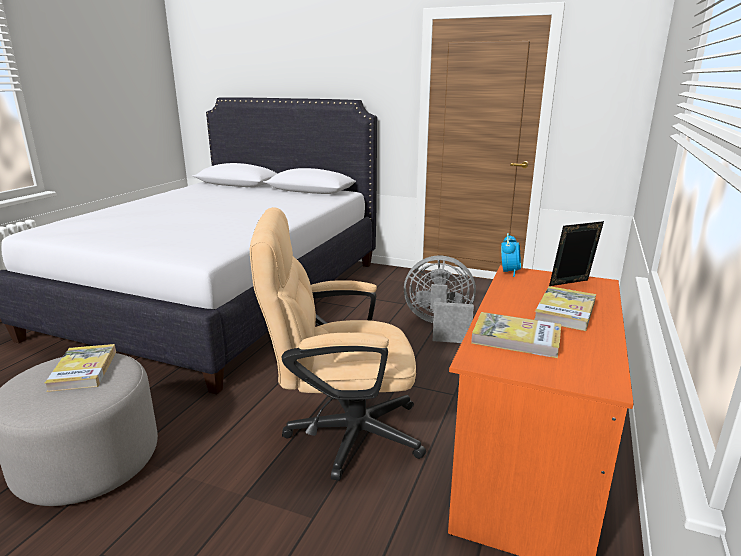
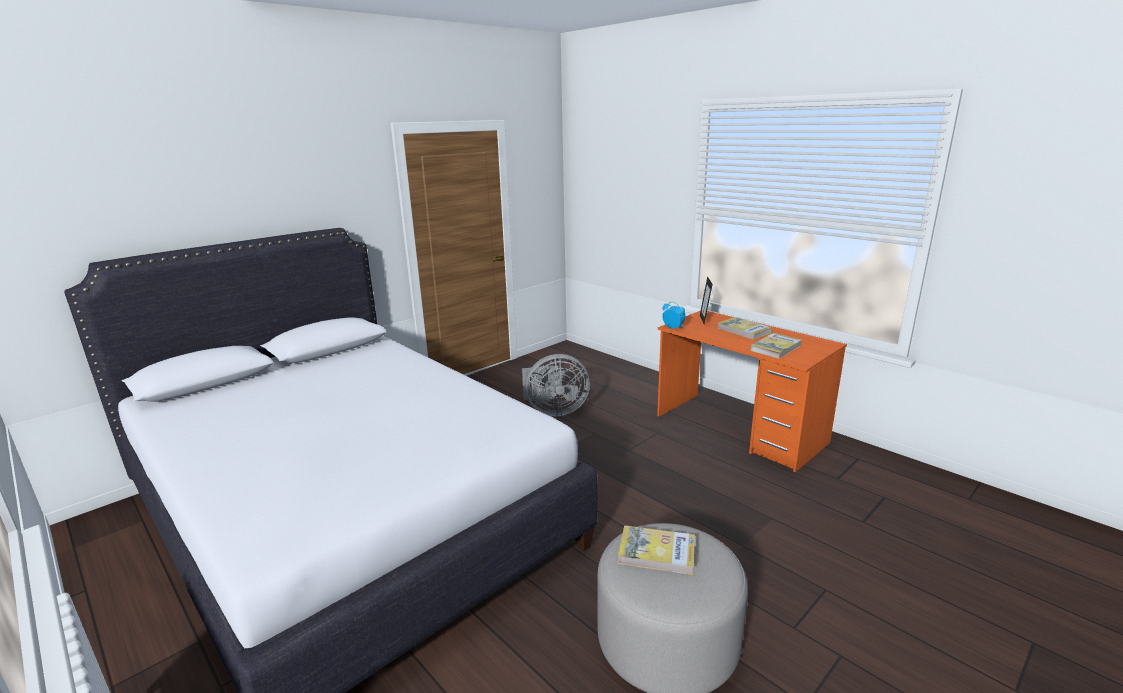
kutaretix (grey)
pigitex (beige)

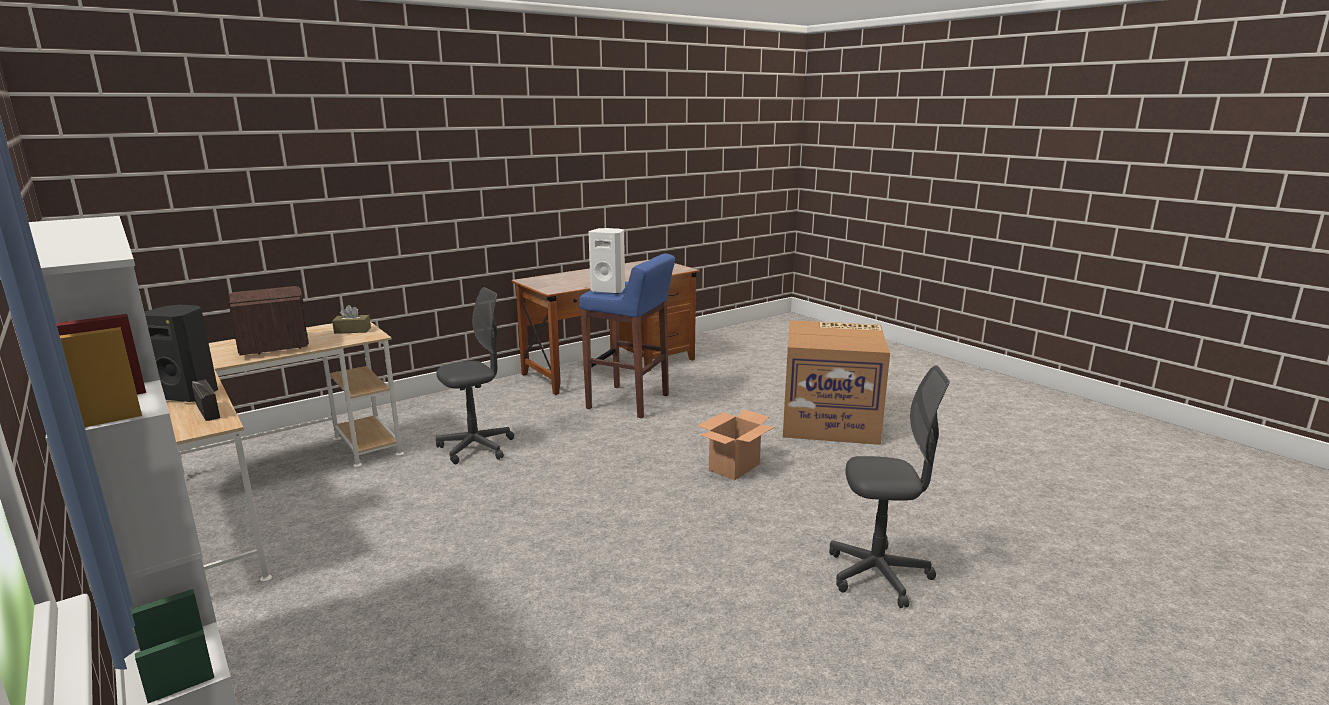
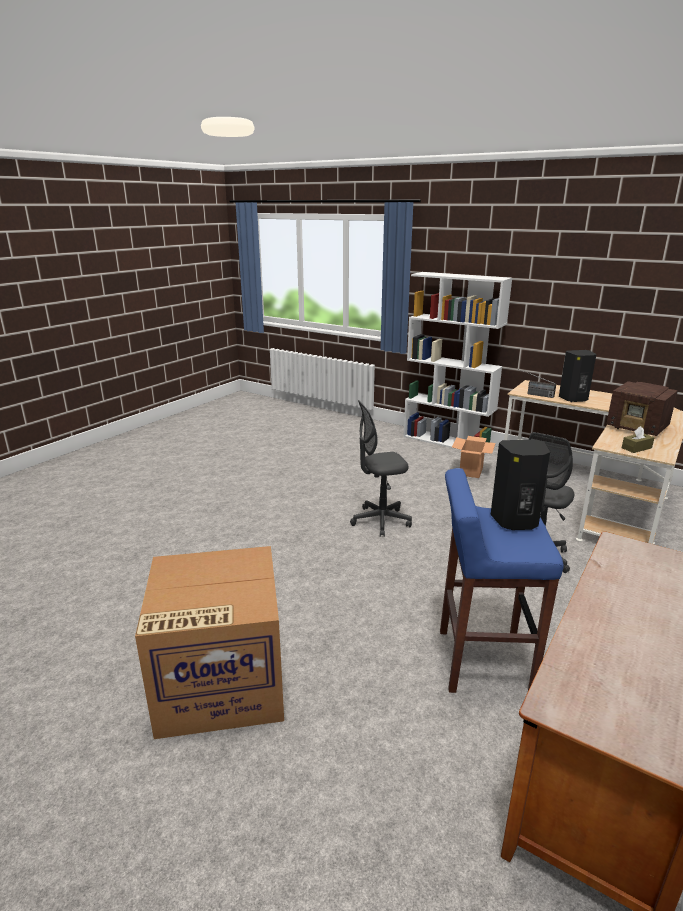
pigitex (grey) (1st from left)
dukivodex (2nd from left)
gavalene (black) (1st from left)

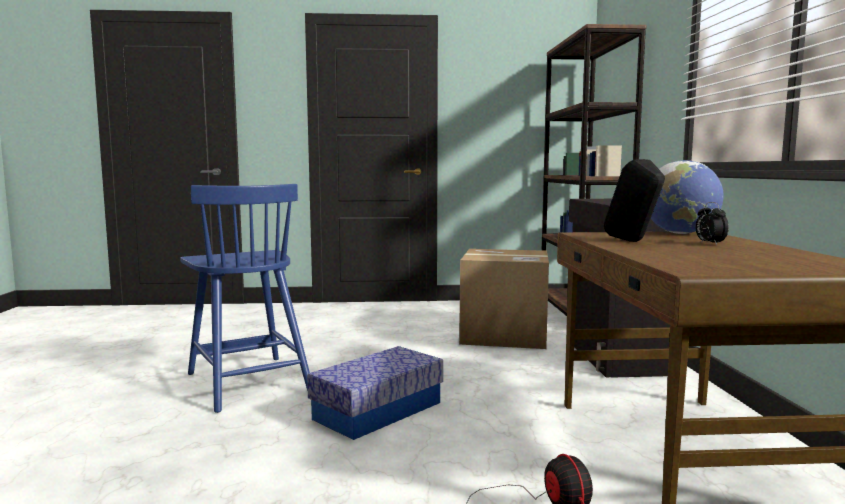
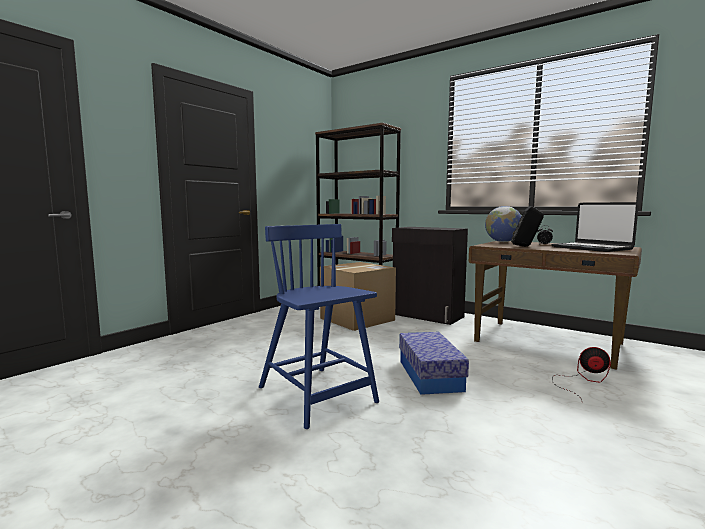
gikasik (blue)
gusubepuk

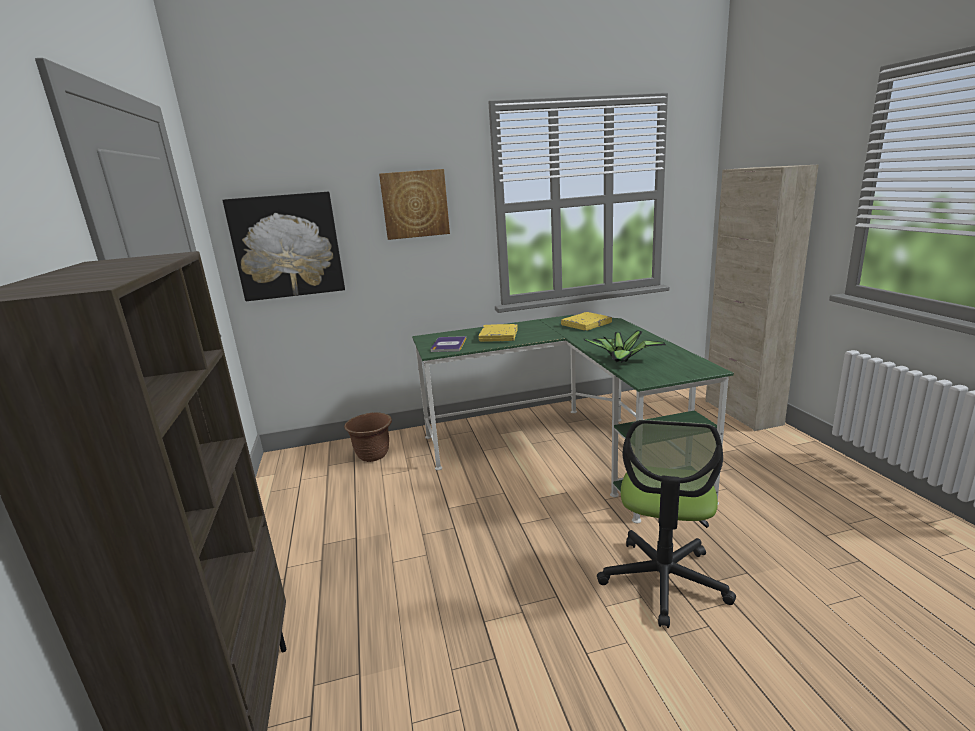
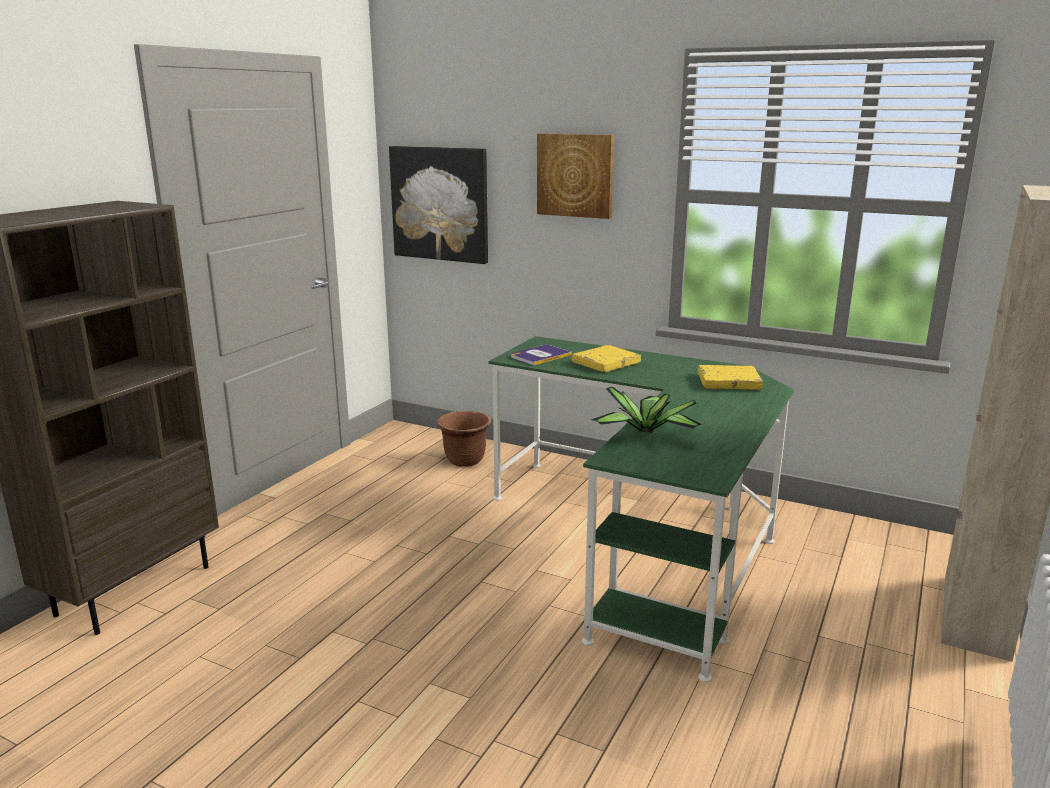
pigitex

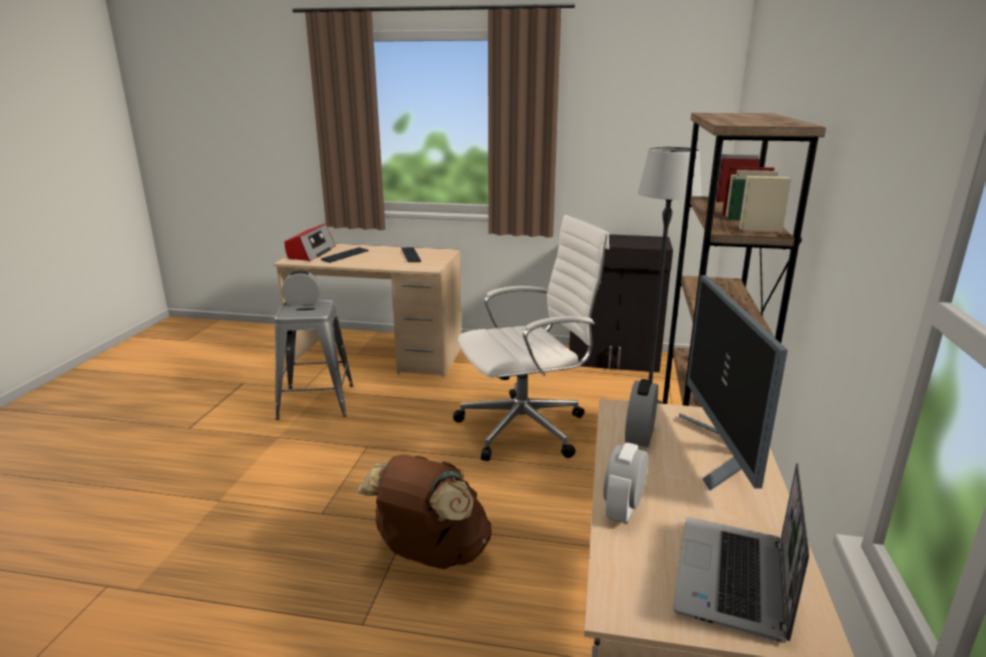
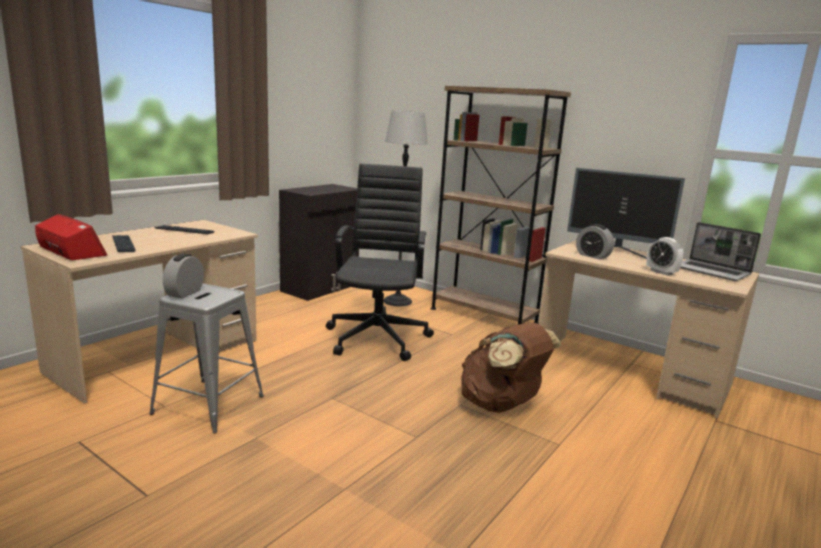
pigitex (black)

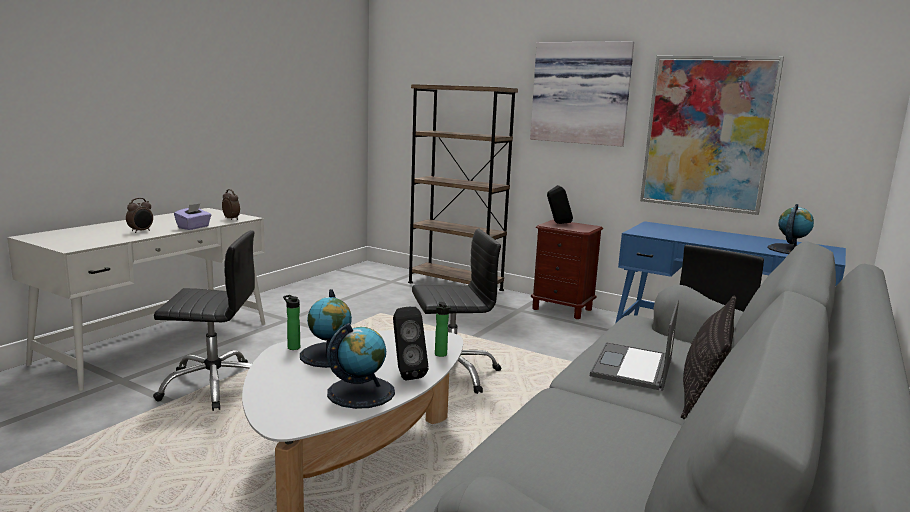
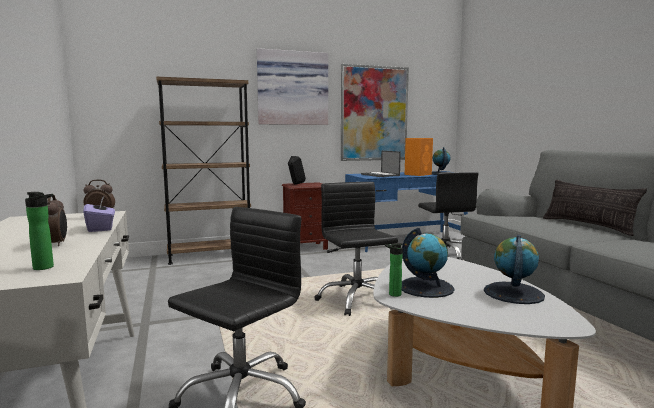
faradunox (1st from left)
pigitex (black) (2nd from left)
gusubepuk
gavalene (orange)
gavalene (black) (1st from left in the first image)

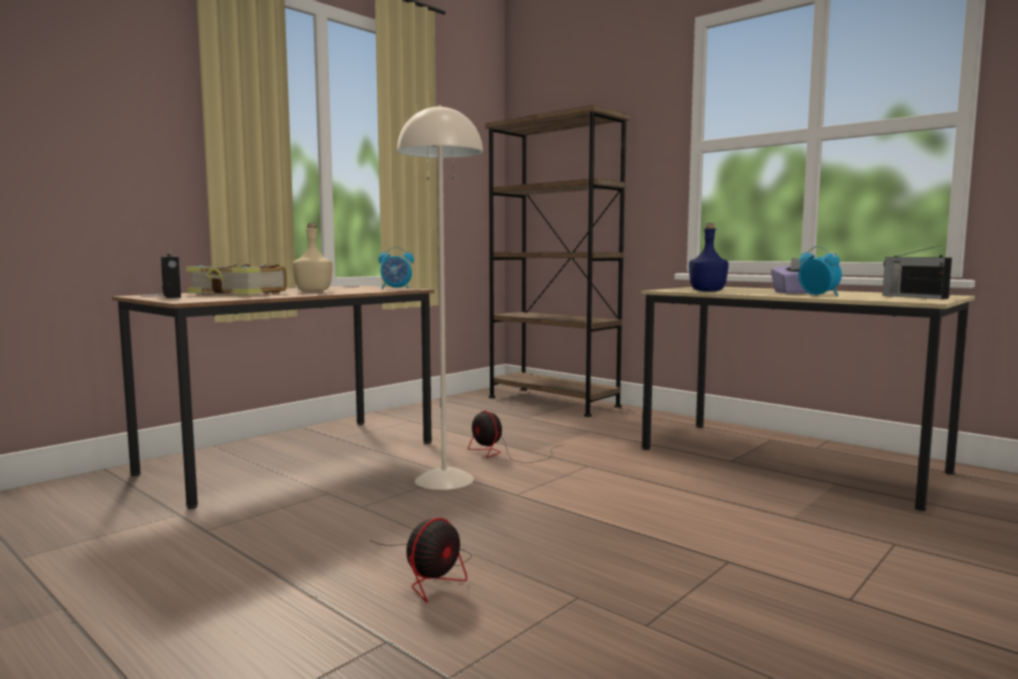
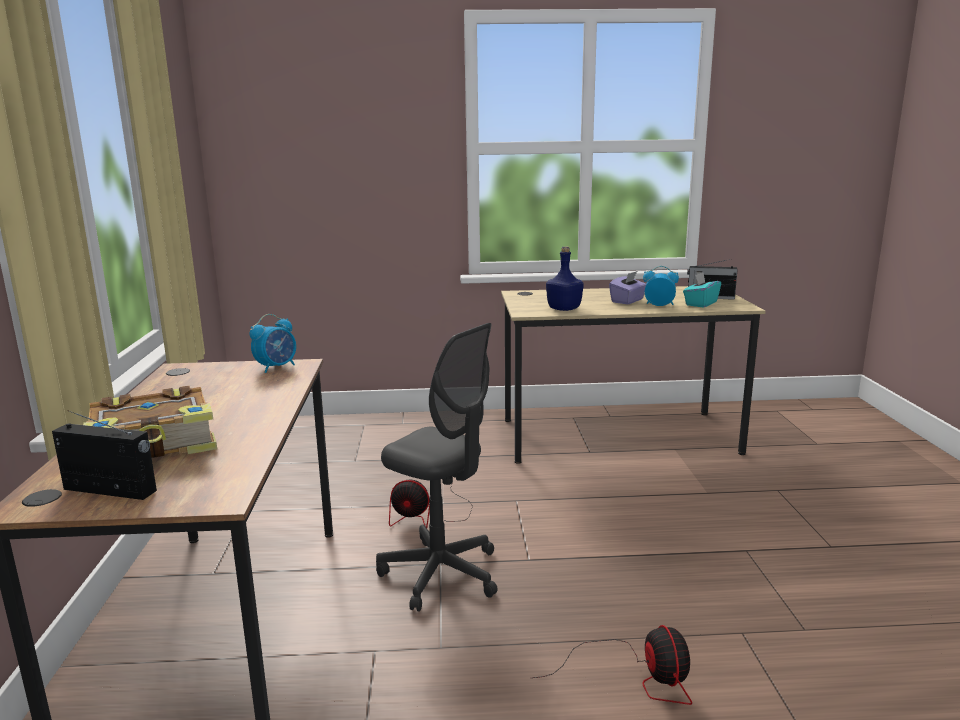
pigitex (grey)
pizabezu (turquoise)
faradunox (beige)
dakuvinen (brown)

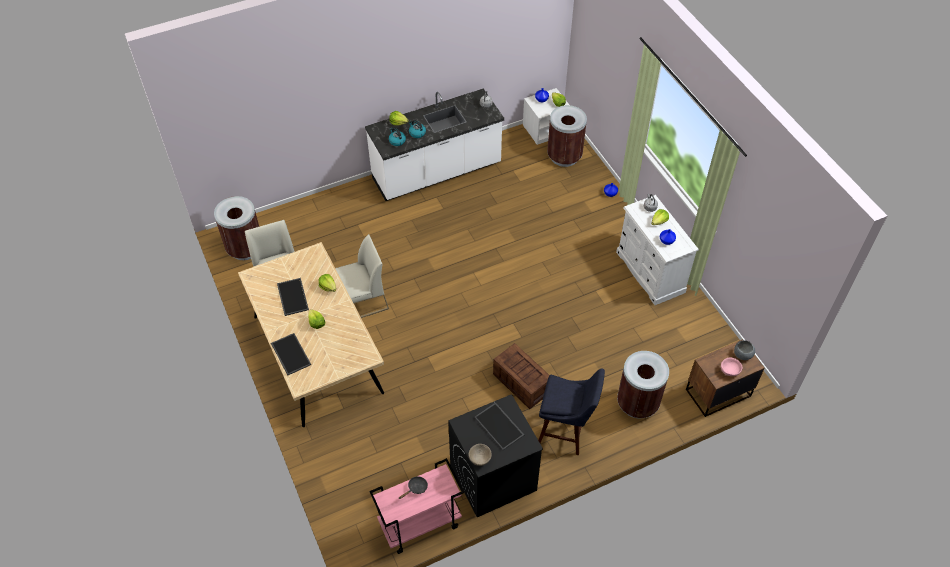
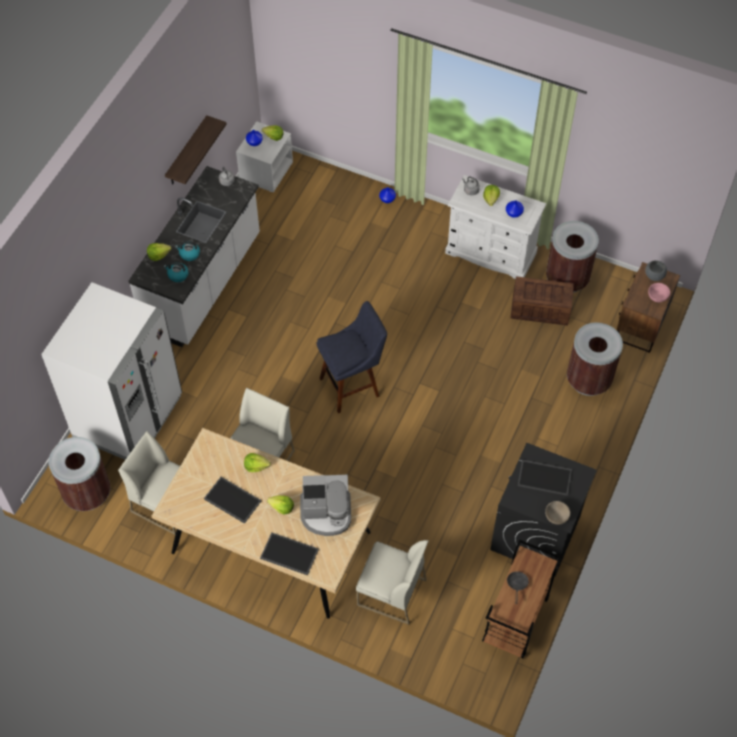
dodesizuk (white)
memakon
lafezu
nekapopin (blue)
gikasik (white) (3rd from left)
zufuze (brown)
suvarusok
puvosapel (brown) (2nd from left)

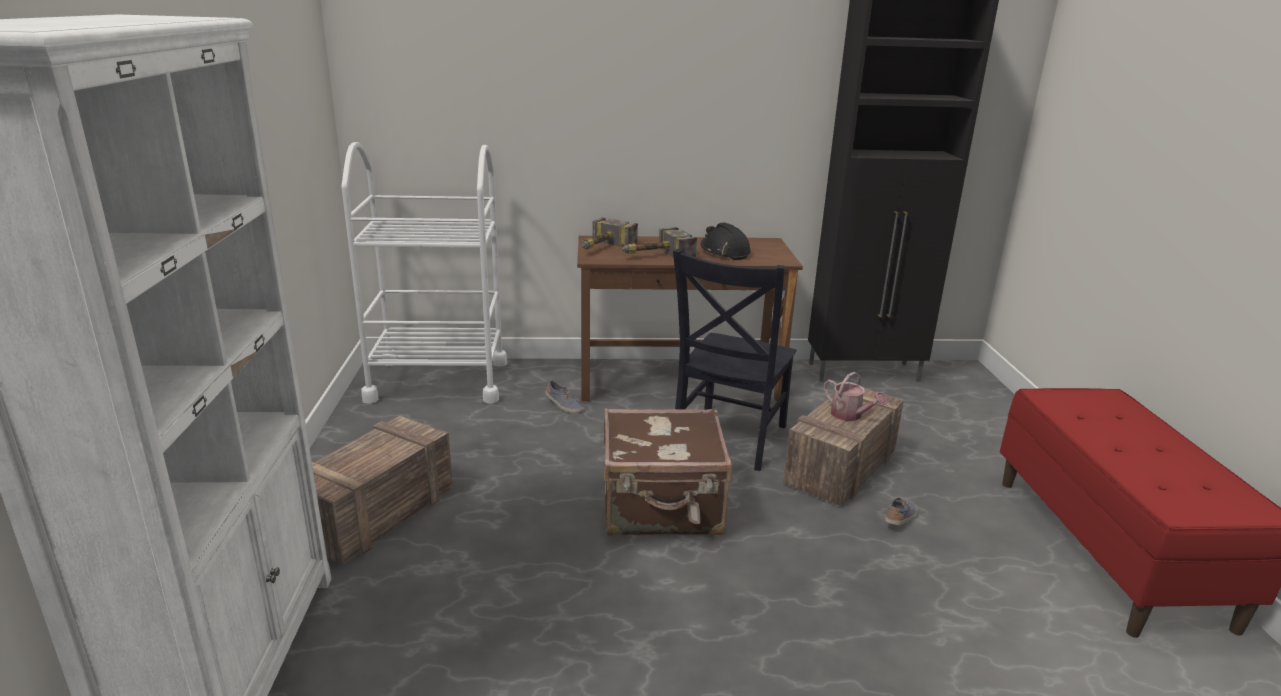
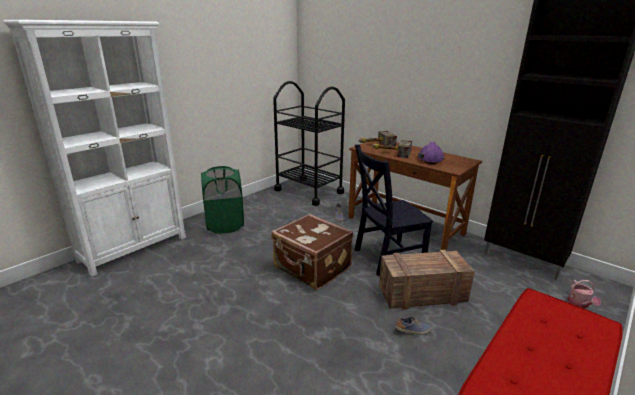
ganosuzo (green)
zufuze (black)
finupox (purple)
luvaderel

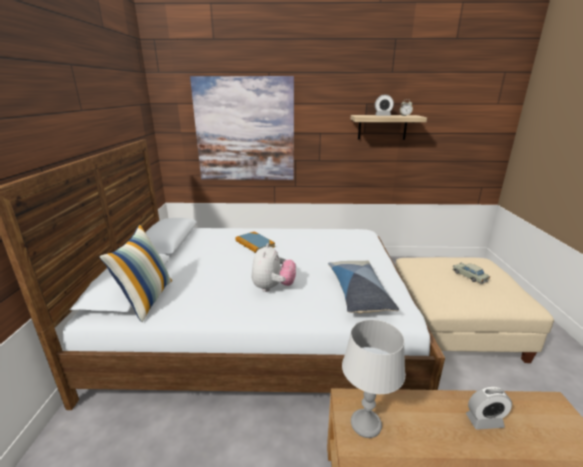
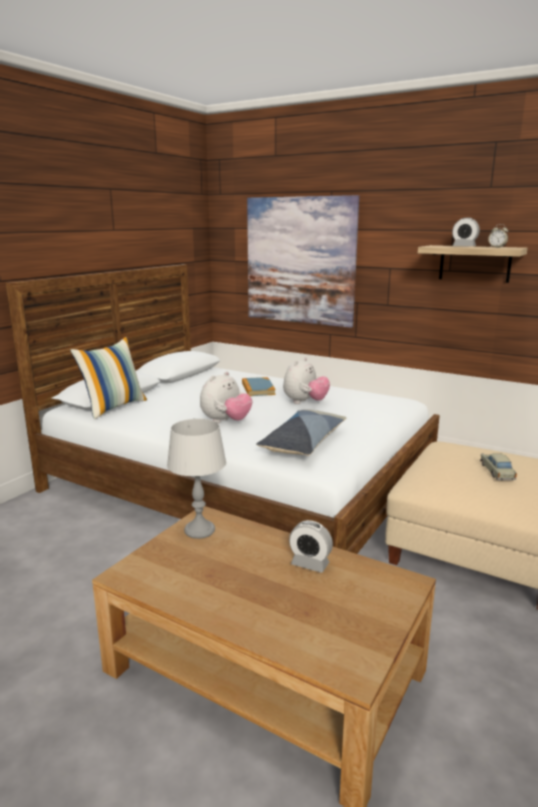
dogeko (2nd from left)

